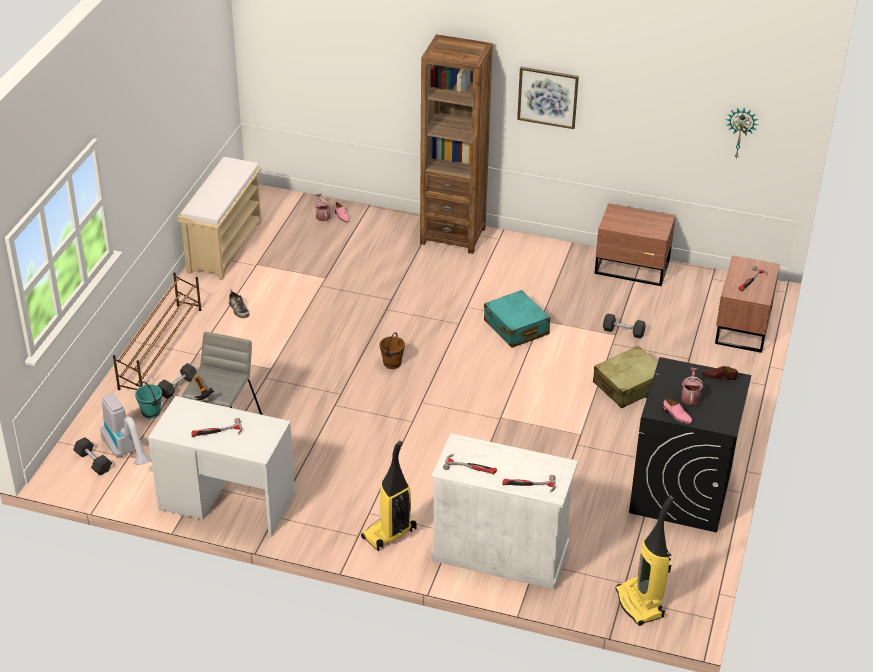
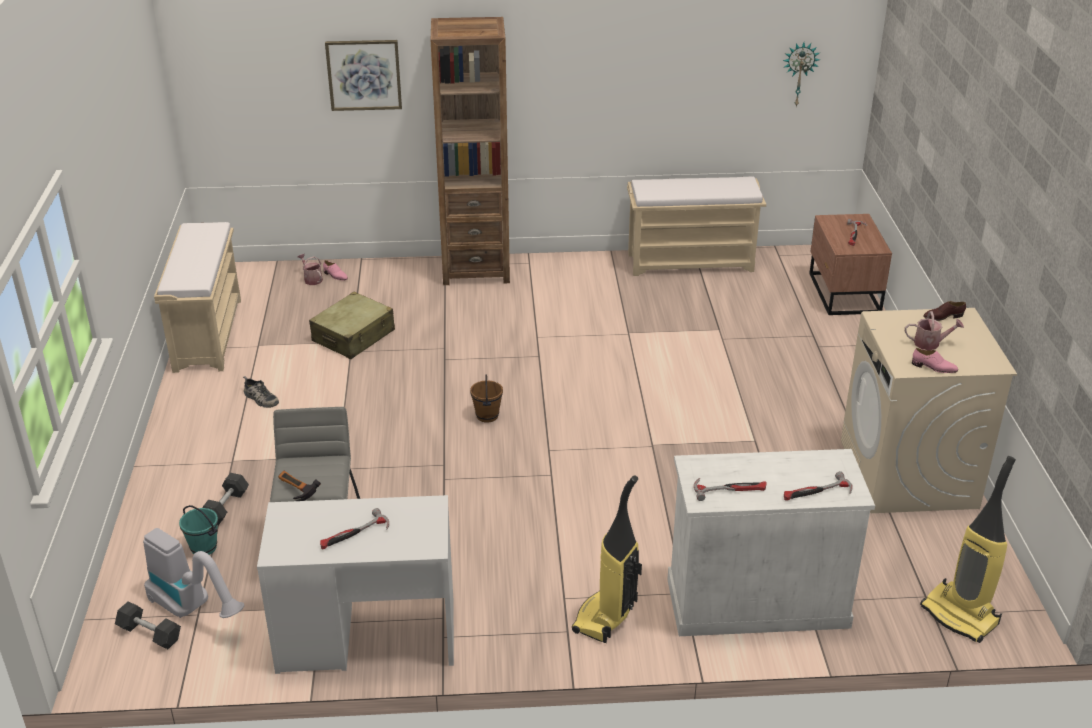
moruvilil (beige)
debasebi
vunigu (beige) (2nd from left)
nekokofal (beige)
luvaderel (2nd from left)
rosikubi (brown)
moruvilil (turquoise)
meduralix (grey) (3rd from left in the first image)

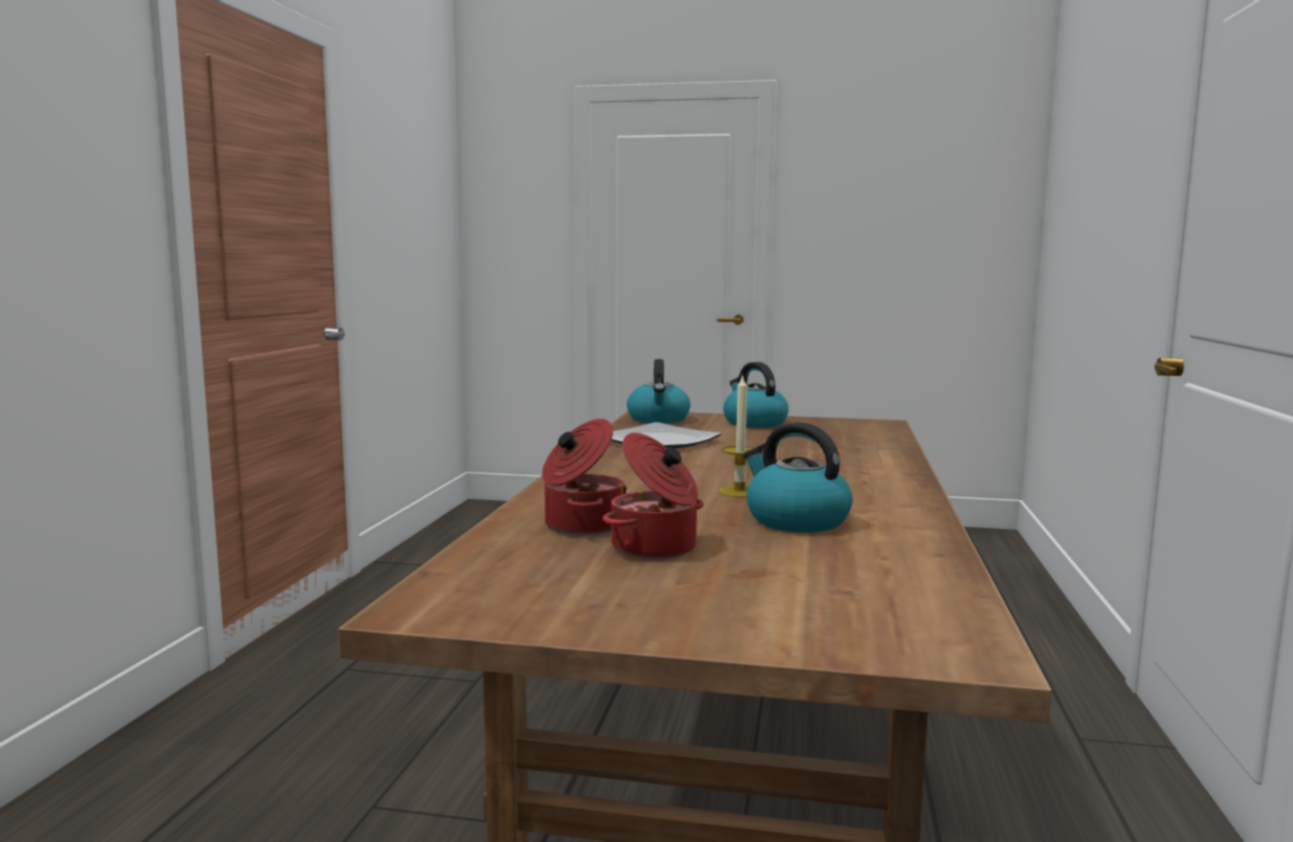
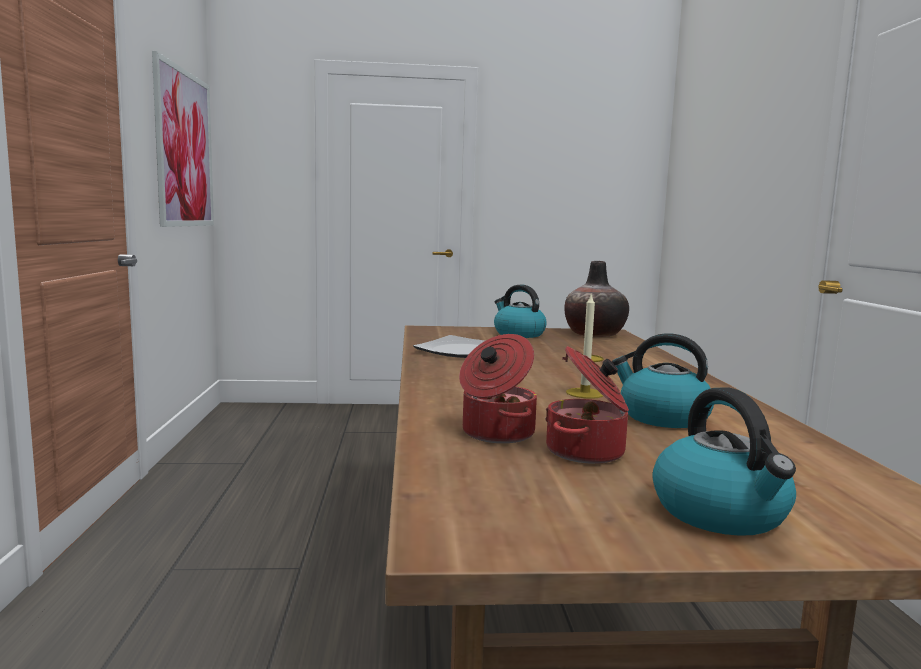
debasebi
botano
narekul (3rd from left)

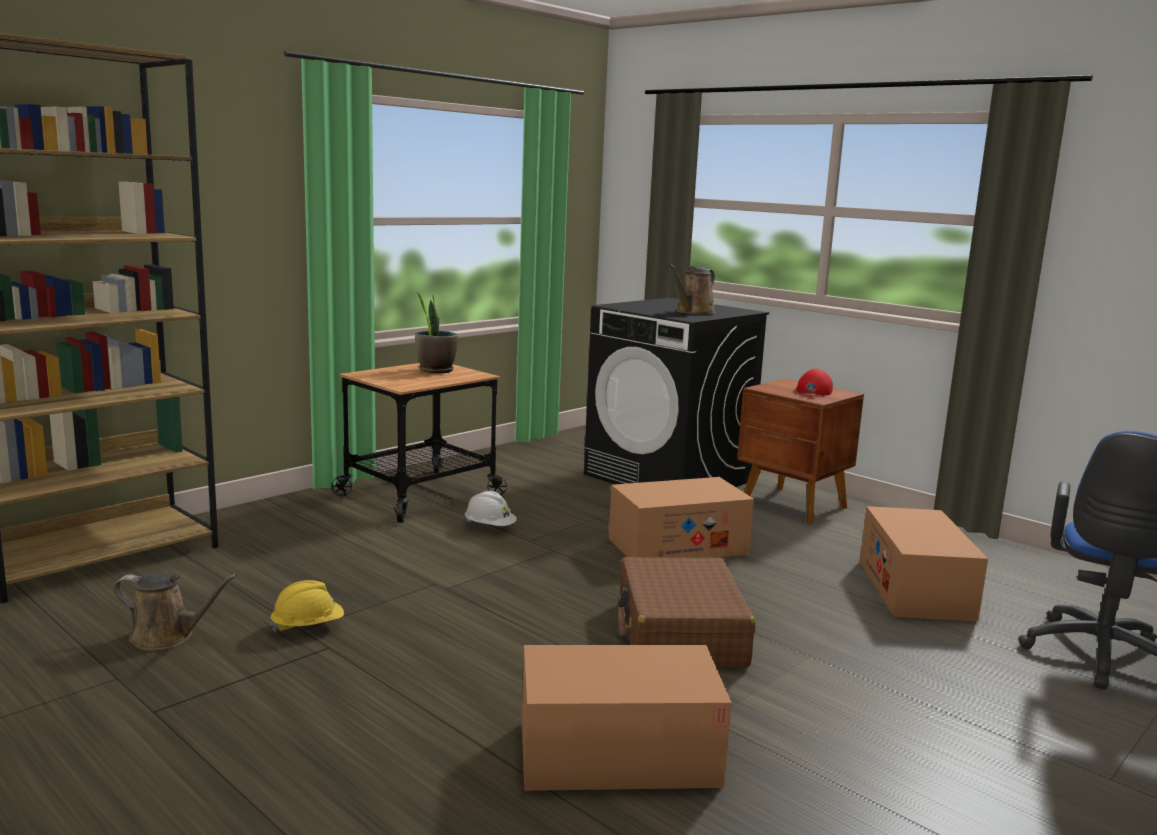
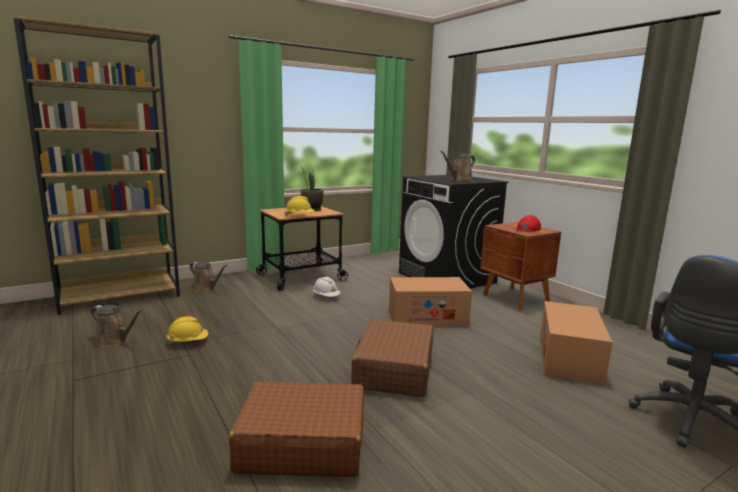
luvaderel (brown) (2nd from left)
moruvilil (brown) (1st from left)
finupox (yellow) (2nd from left)

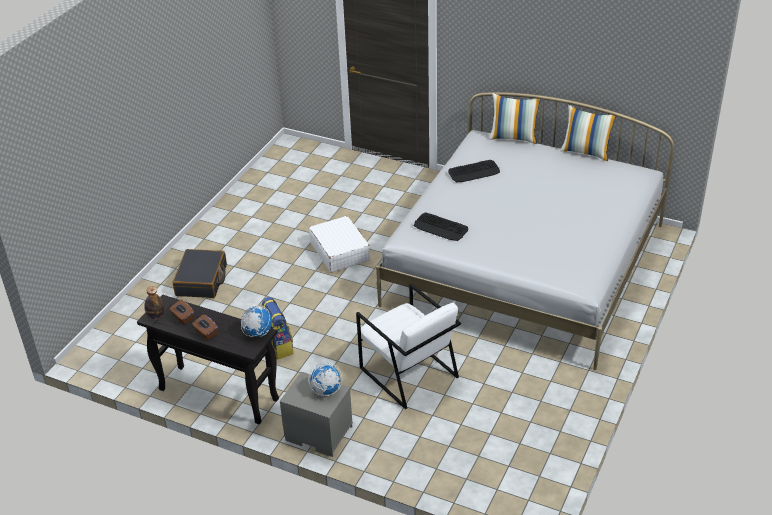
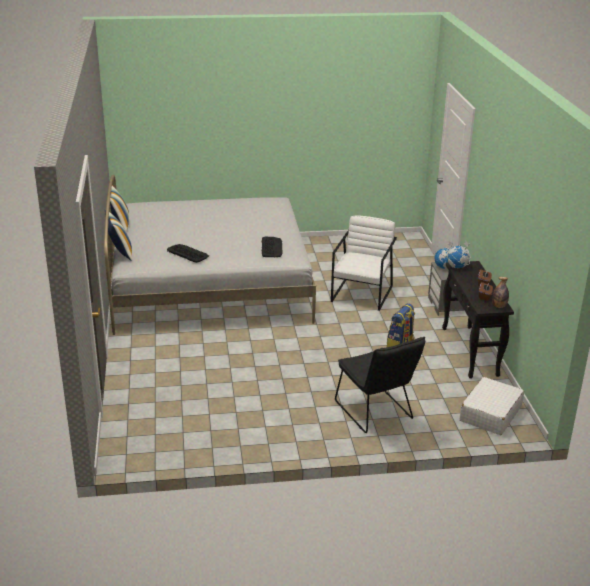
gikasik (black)
moruvilil (white)

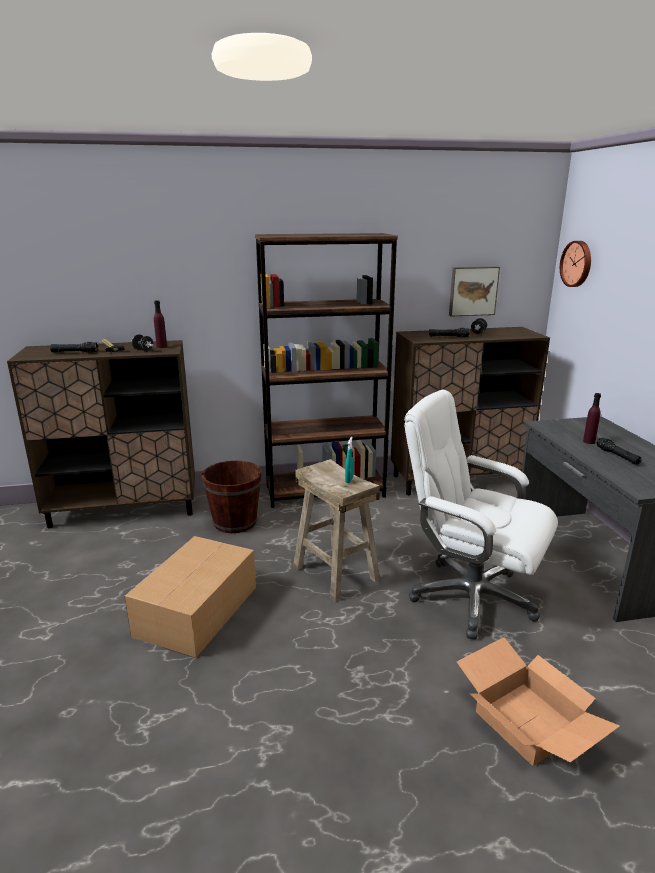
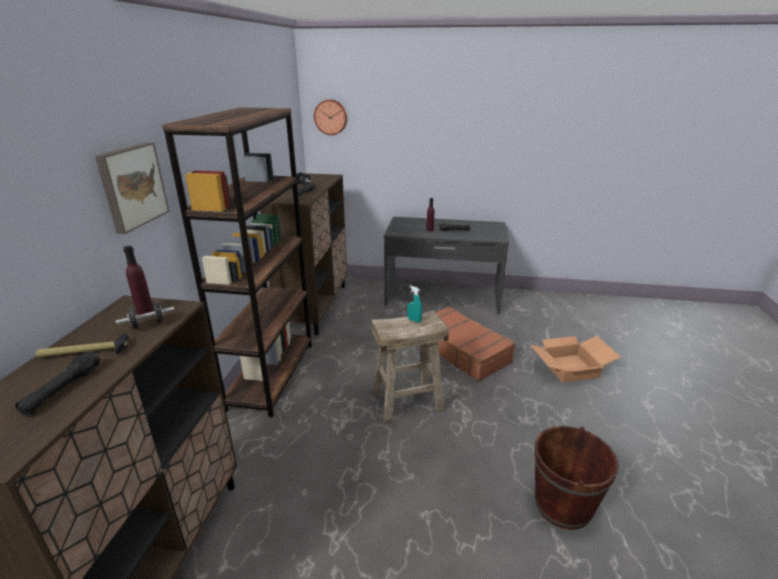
debasebi
moruvilil (brown)
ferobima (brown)
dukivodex (1st from left in the first image)

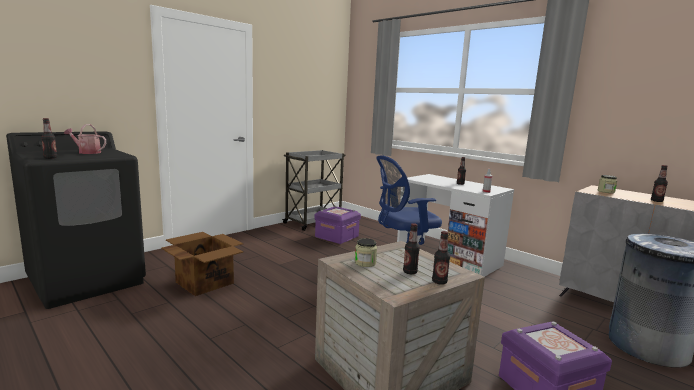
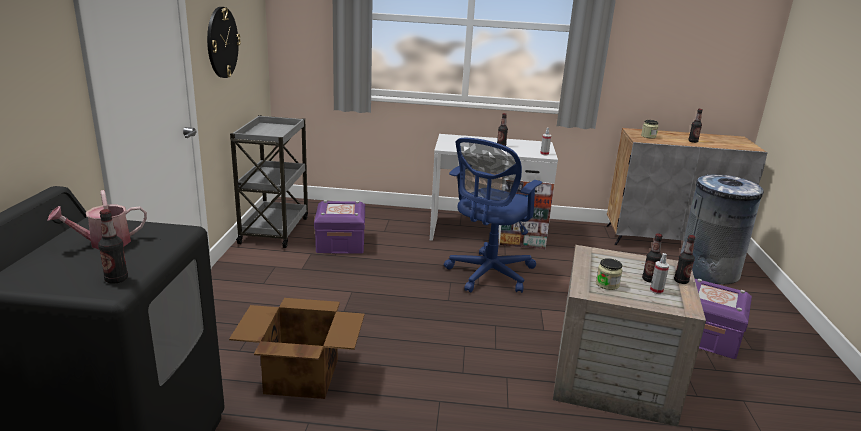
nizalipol
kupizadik (2nd from left)

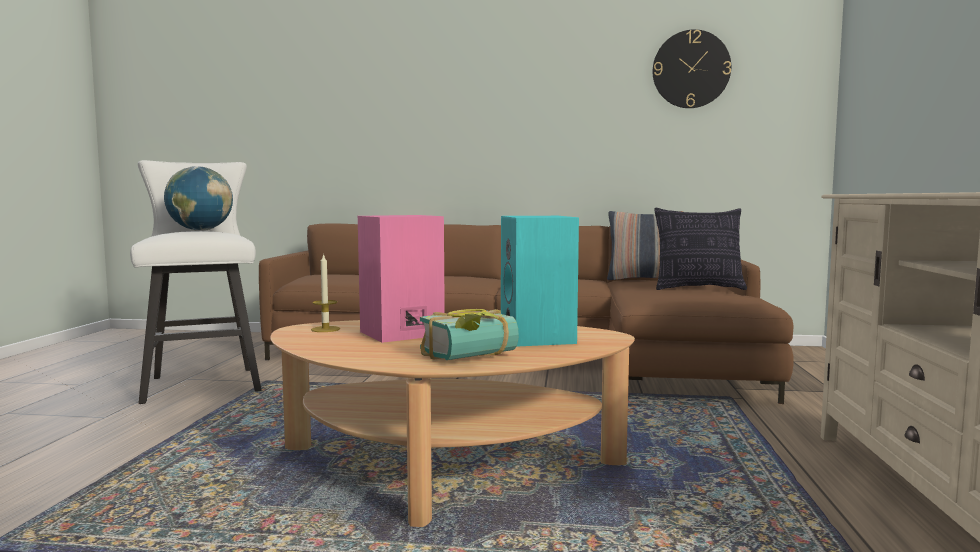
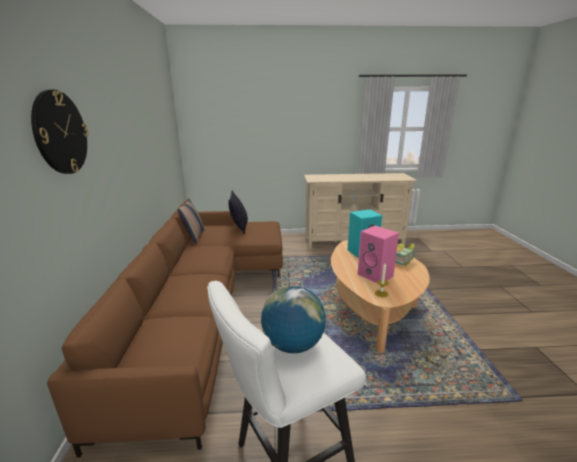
nizalipol

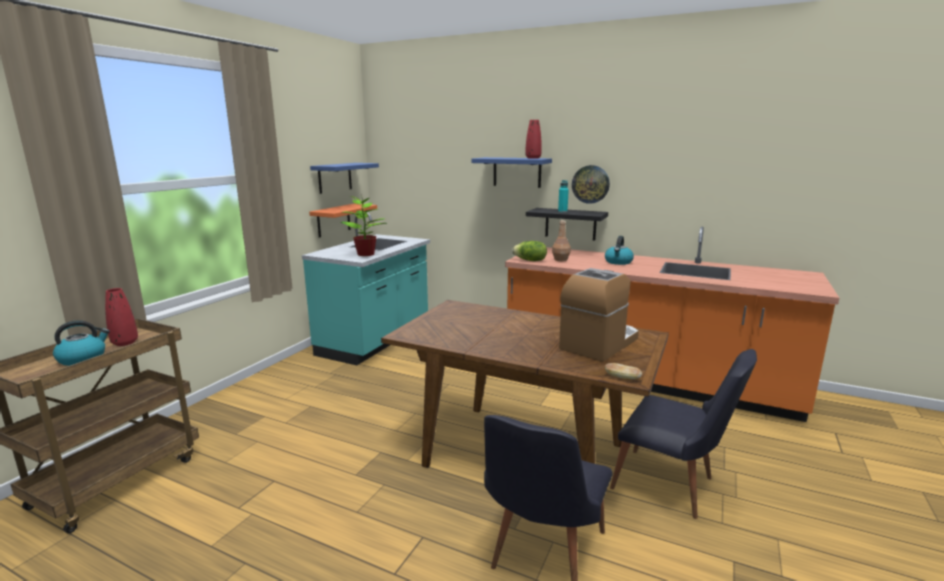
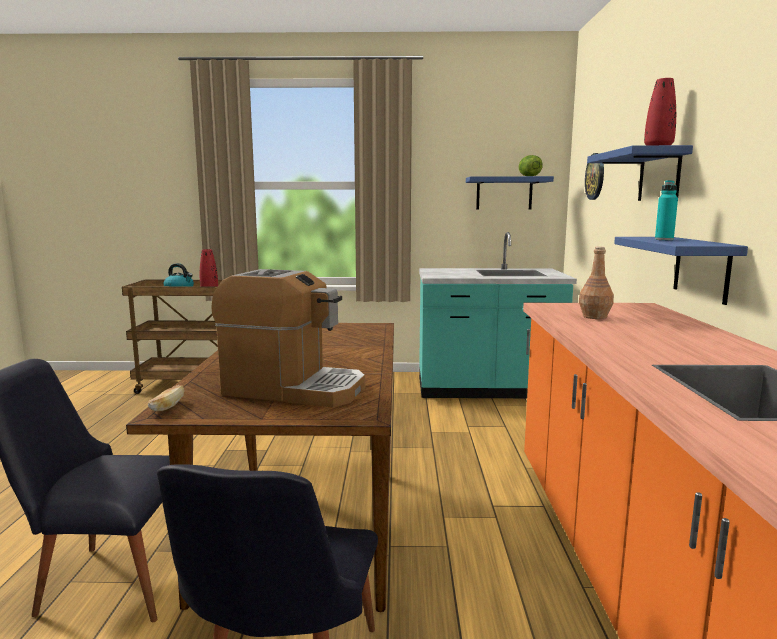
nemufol
nizalipol
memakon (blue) (3rd from left)
memakon (orange)
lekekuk
narekul (2nd from left in the first image)

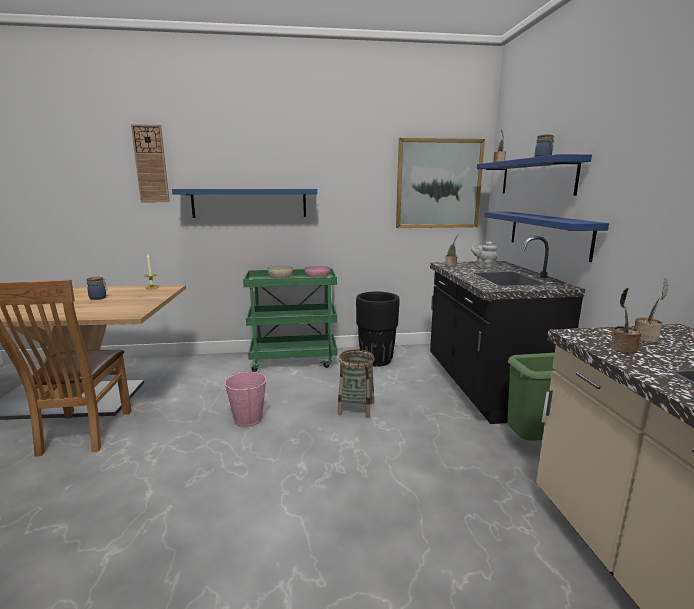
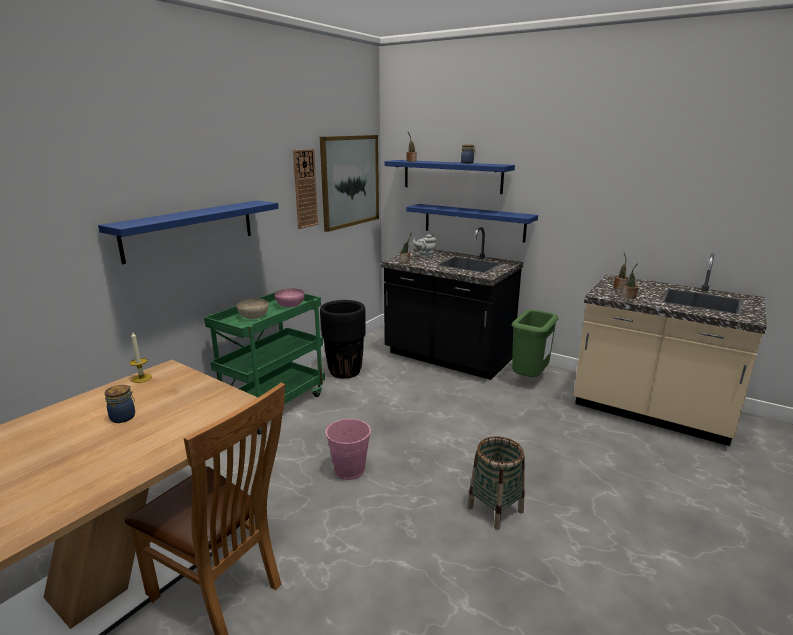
nizalipol
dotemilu

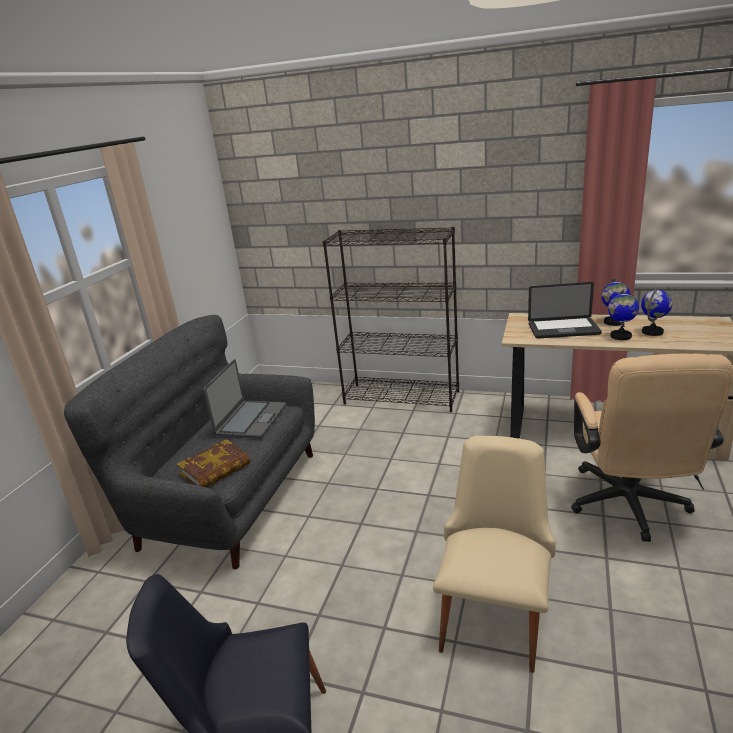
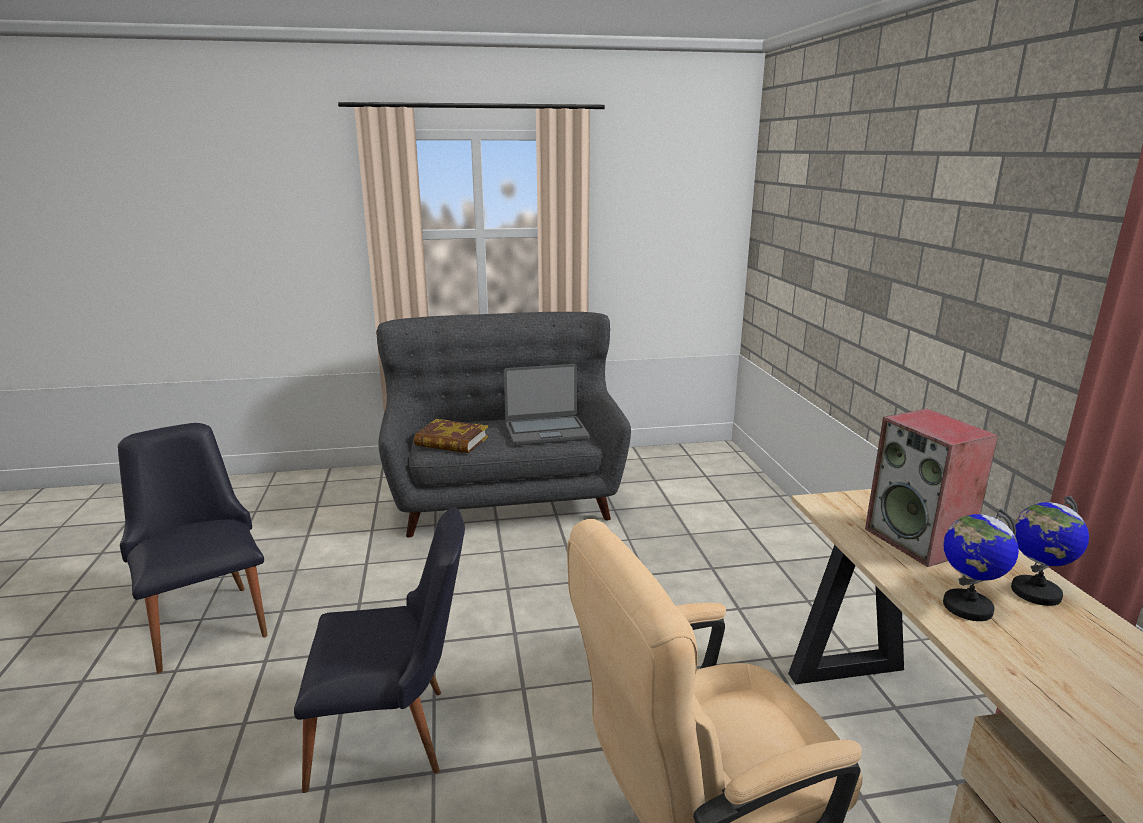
gikasik (black) (2nd from left)
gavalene
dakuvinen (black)
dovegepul (3rd from left in the first image)

